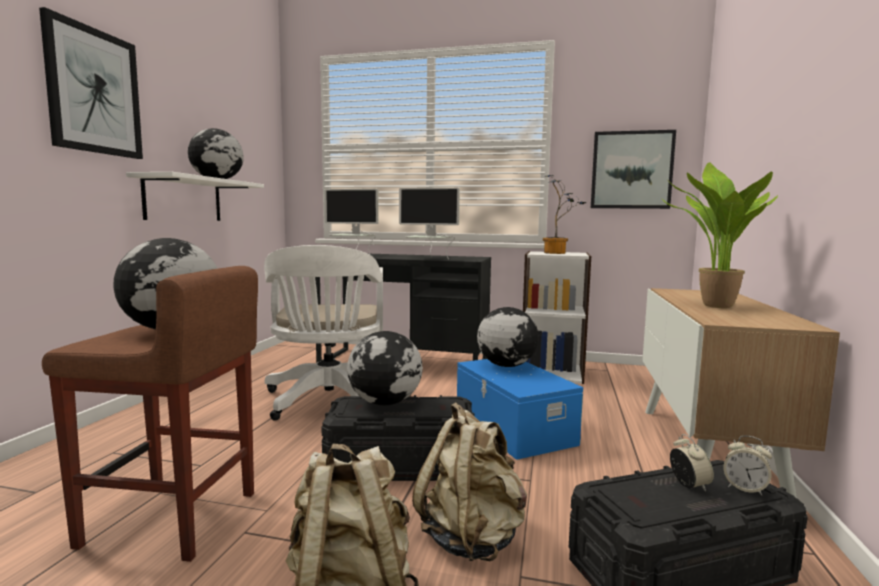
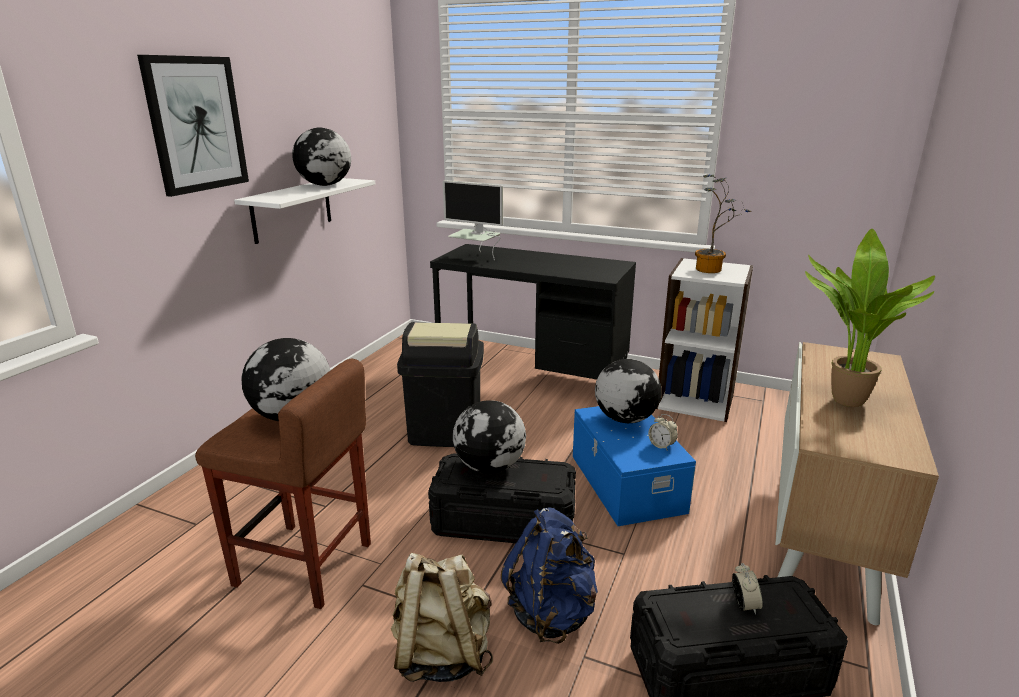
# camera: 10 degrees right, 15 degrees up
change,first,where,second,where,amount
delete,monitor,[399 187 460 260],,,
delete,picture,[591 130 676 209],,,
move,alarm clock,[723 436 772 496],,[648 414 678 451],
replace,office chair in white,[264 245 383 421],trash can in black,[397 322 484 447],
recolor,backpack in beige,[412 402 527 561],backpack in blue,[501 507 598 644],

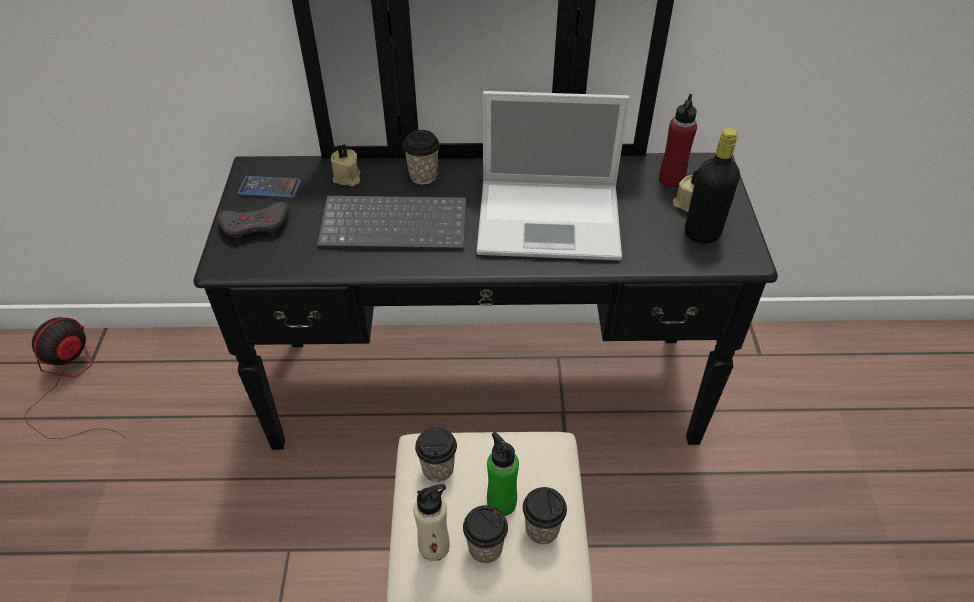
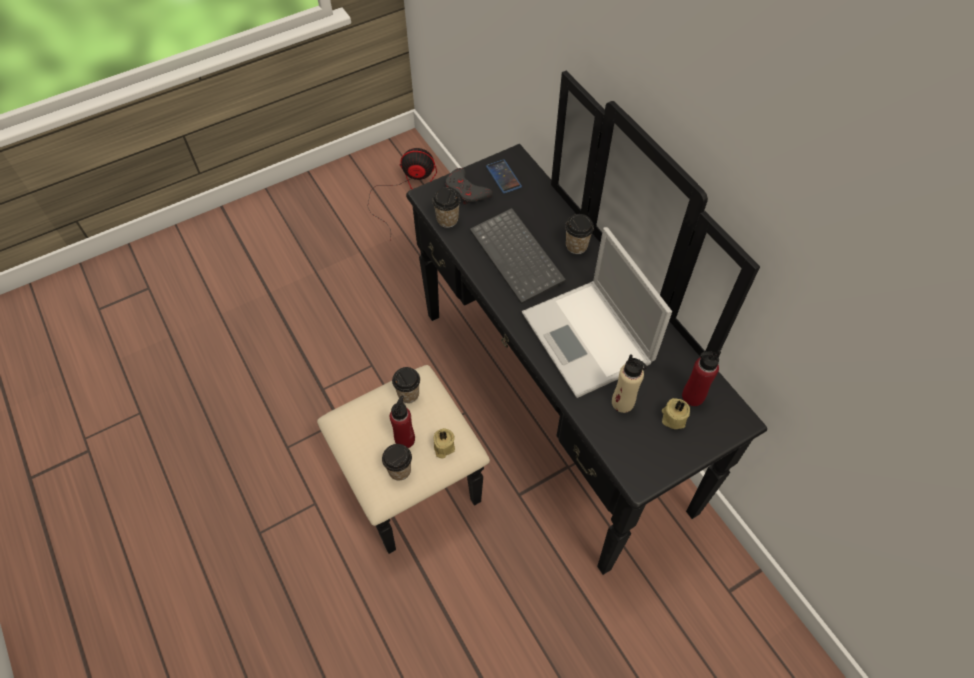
# camera: 60 degrees right, 10 degrees up
change,first,where,second,where,amount
delete,bottle in black,[685 128 740 244],,,
move,candle in beige,[331 144 361 186],,[434 428 455 459],
move,bottle in beige,[413 484 450 561],,[612 354 647 413],
move,cup,[463 505 508 563],,[432 188 461 228],
recolor,bottle in green,[487 432 519 516],bottle in red,[390 396 415 448],

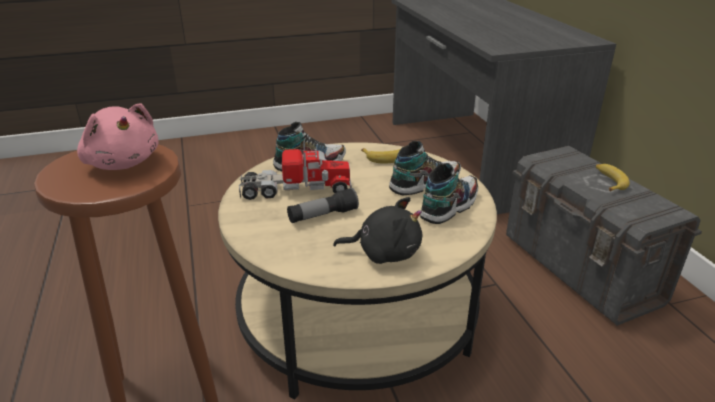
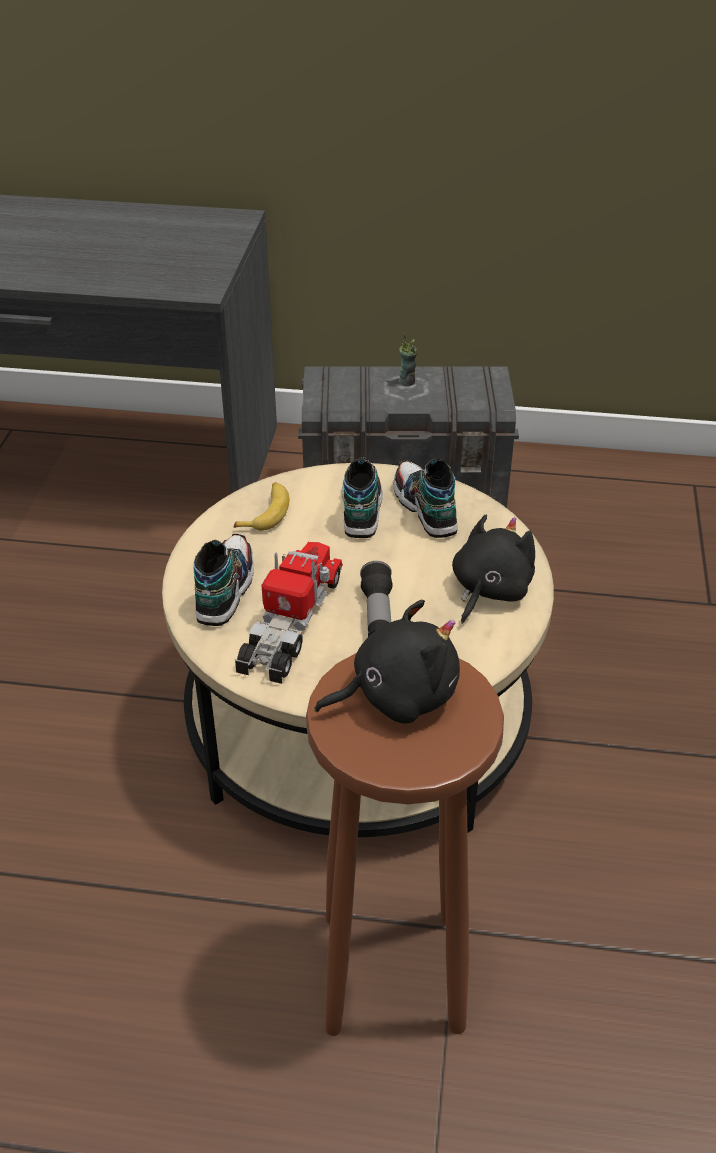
# camera: 65 degrees left, 10 degrees up
change,first,where,second,where,amount
replace,banana,[596 164 630 191],cup,[399 333 417 386],
recolor,plush toy in pink,[77 104 159 170],plush toy in black,[314 600 460 724],

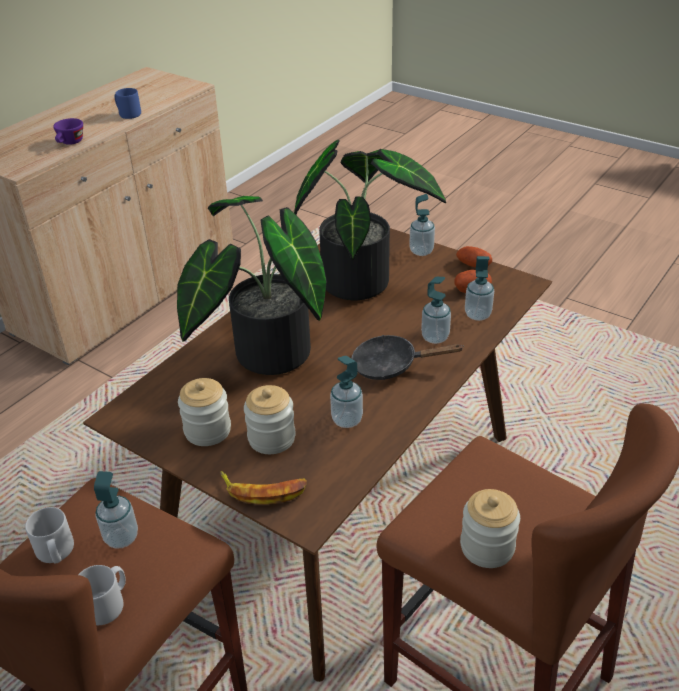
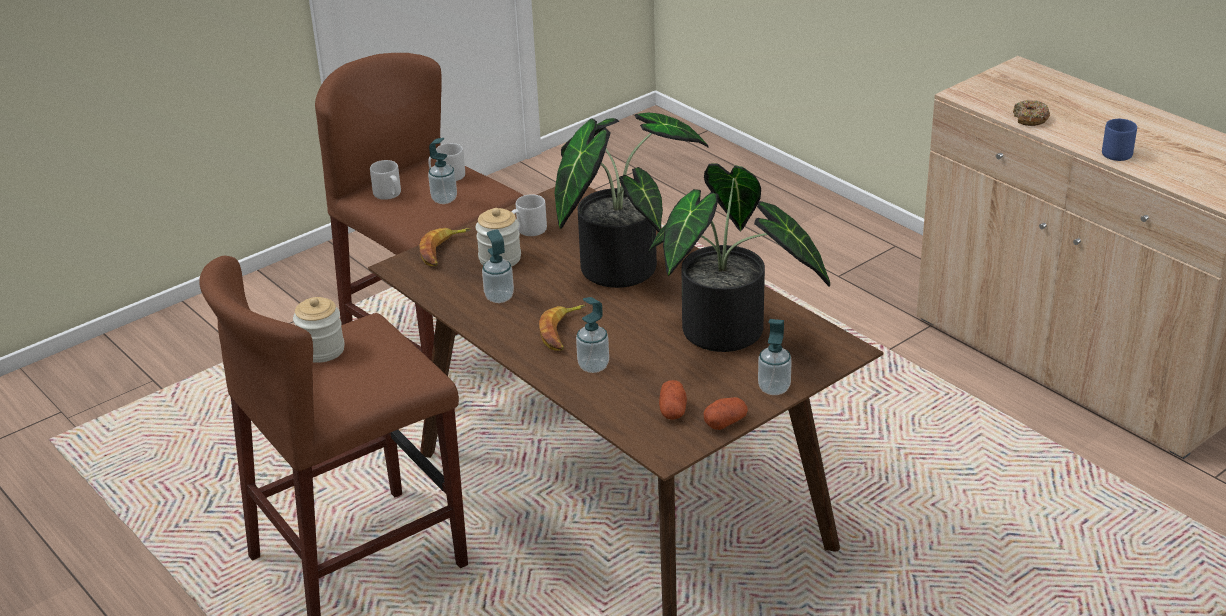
# camera: 105 degrees right, 5 degrees down
change,first,where,second,where,amount
delete,soap dispenser,[465 256 494 321],,,
replace,cup in purple,[53 118 83 145],donut,[1013 100 1050 126],
replace,jar,[178 378 231 446],mug in grey,[511 195 547 236],
replace,frying pan in black,[351 335 464 380],banana,[539 305 586 351],

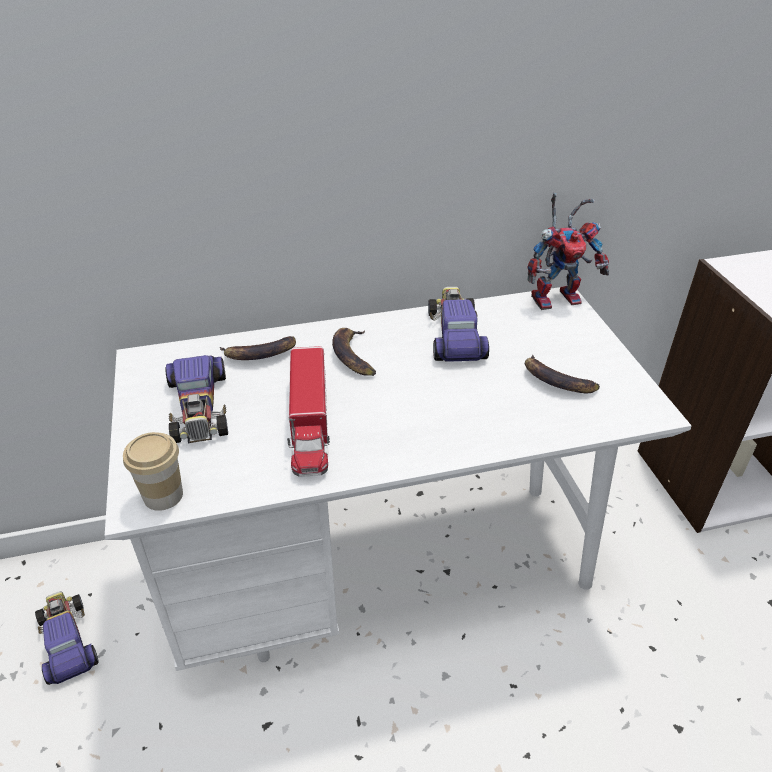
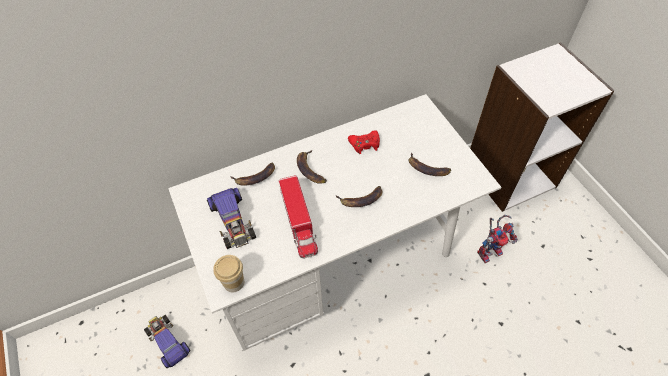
# camera: 10 degrees left, 15 degrees up
change,first,where,second,where,amount
insert,,,banana,[336 186 383 207],
move,toy robot,[527 193 609 310],,[477 215 518 263],
replace,toy car,[428 287 489 362],game controller in red,[348 131 380 154],

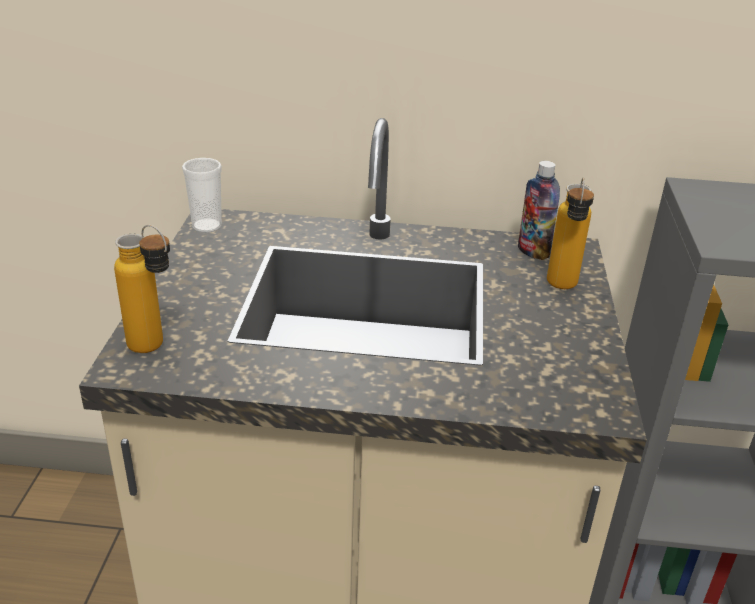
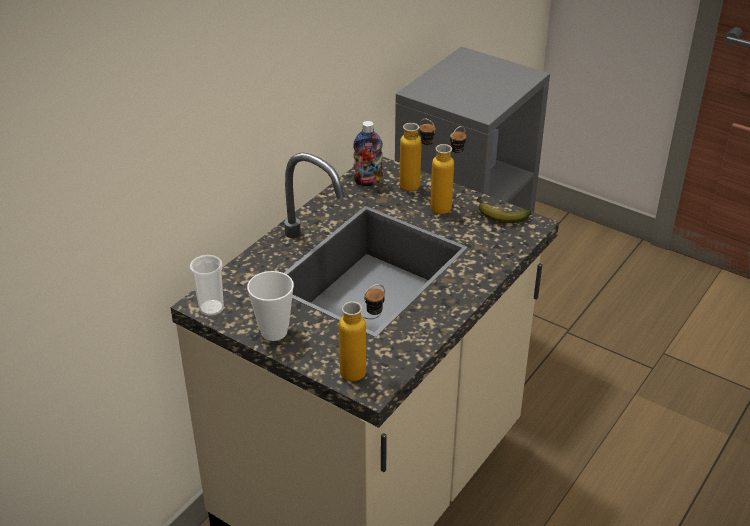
# camera: 60 degrees left, 5 degrees up
change,first,where,second,where,amount
insert,,,cup,[247 271 294 341],
insert,,,bottle,[430 126 466 214],
insert,,,banana,[477 197 531 223],

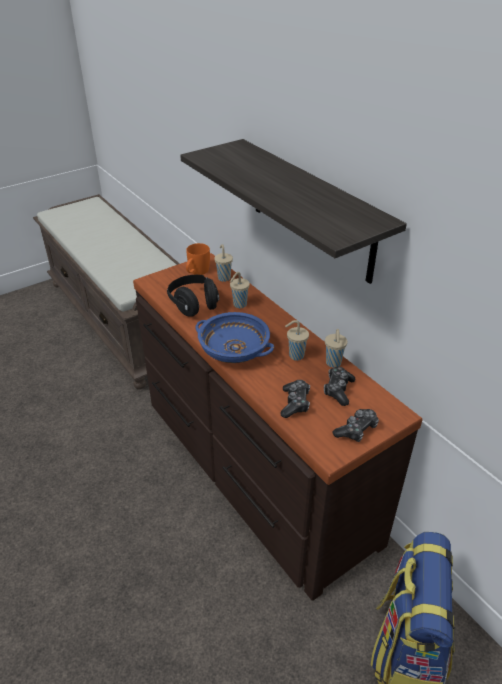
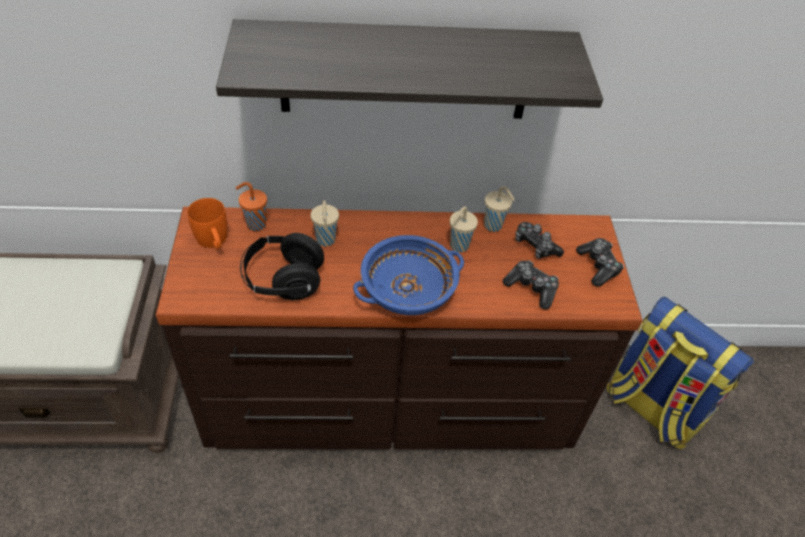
# camera: 60 degrees left, 10 degrees up
change,first,where,second,where,amount
recolor,cup in beige,[214 244 233 282],cup in orange,[236 182 267 231],

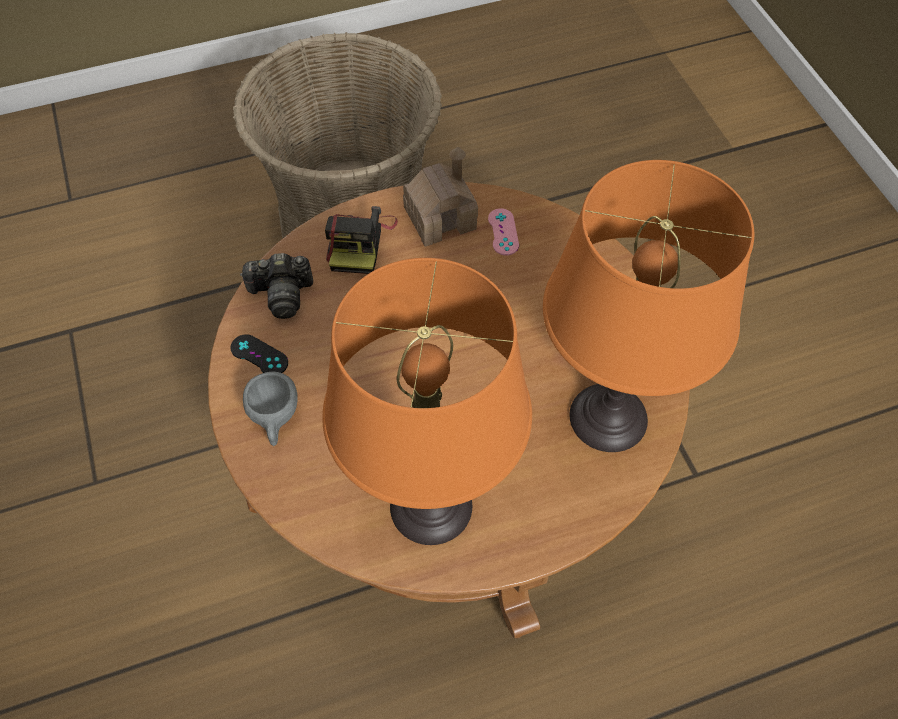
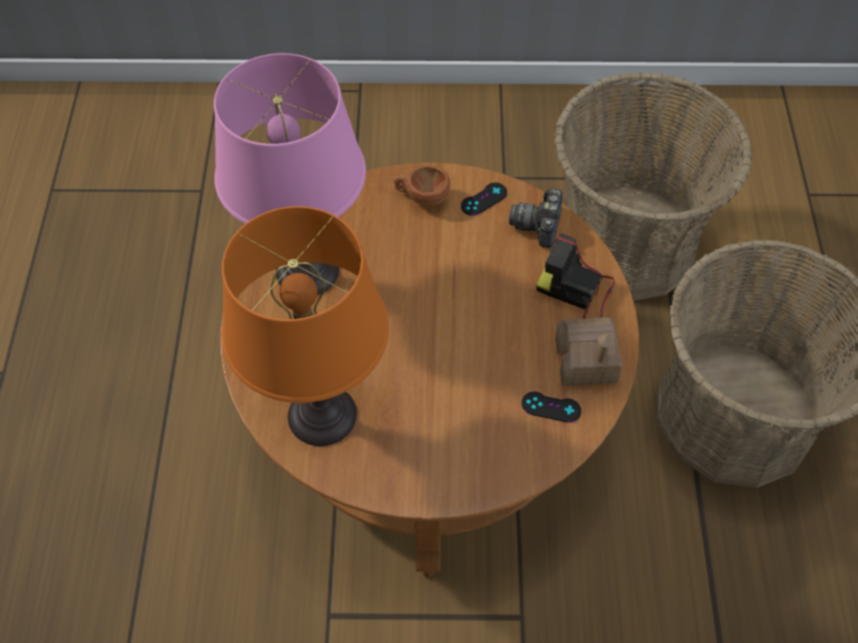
# camera: 110 degrees right, 0 degrees up
change,first,where,second,where,amount
insert,,,basket,[554 72 752 301],
recolor,cup in grey,[243 372 298 446],cup in brown,[394 166 450 207],
recolor,table lamp in orange,[322 258 532 545],table lamp in pink,[214 53 366 295],
recolor,game controller in pink,[488 208 519 256],game controller in black,[522 391 581 423],

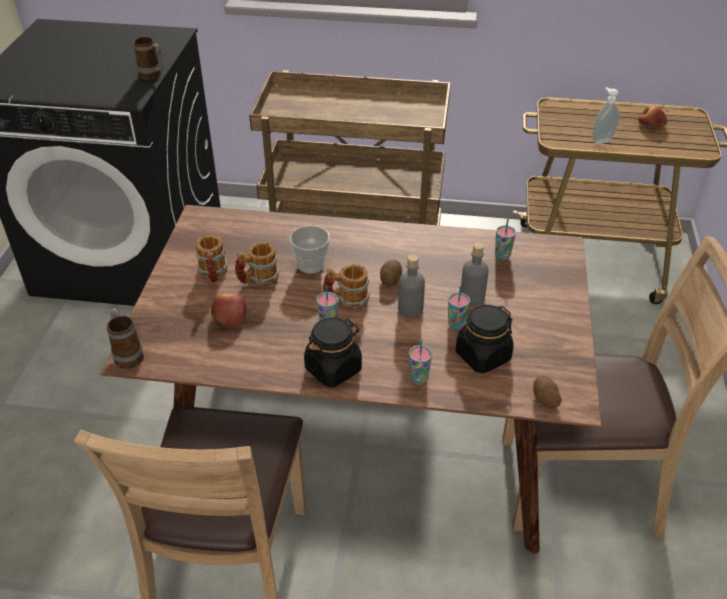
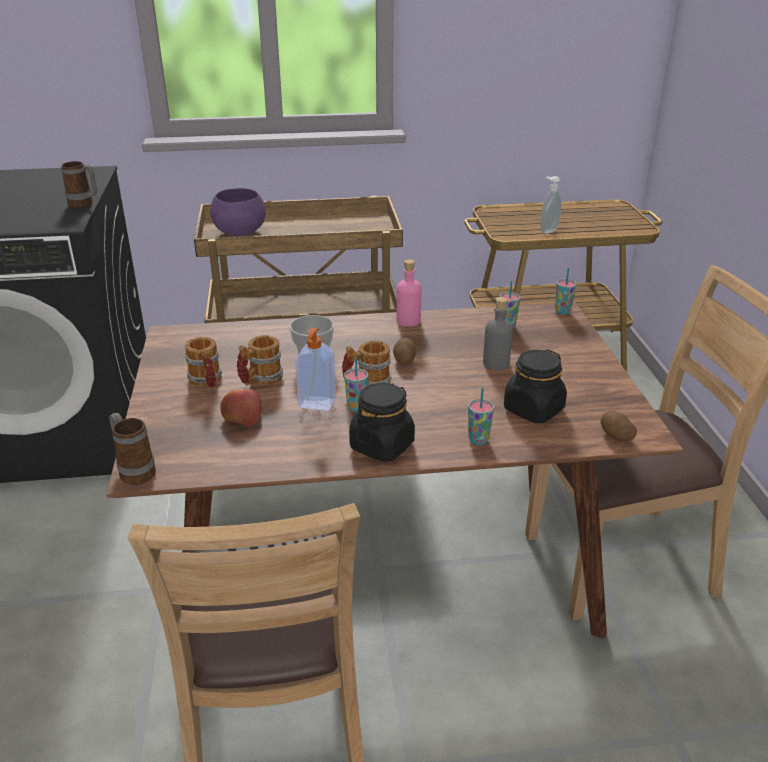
# camera: 15 degrees left, 10 degrees down
change,first,where,second,where,amount
delete,bottle in grey,[398 254 425 318],,,
delete,apple,[638 105 667 127],,,
insert,,,bowl in purple,[210 188 266 236],
insert,,,soap dispenser,[295 328 336 411],
insert,,,bottle in pink,[396 259 421 327],
move,cup,[448 286 470 330],,[555 268 577 315],

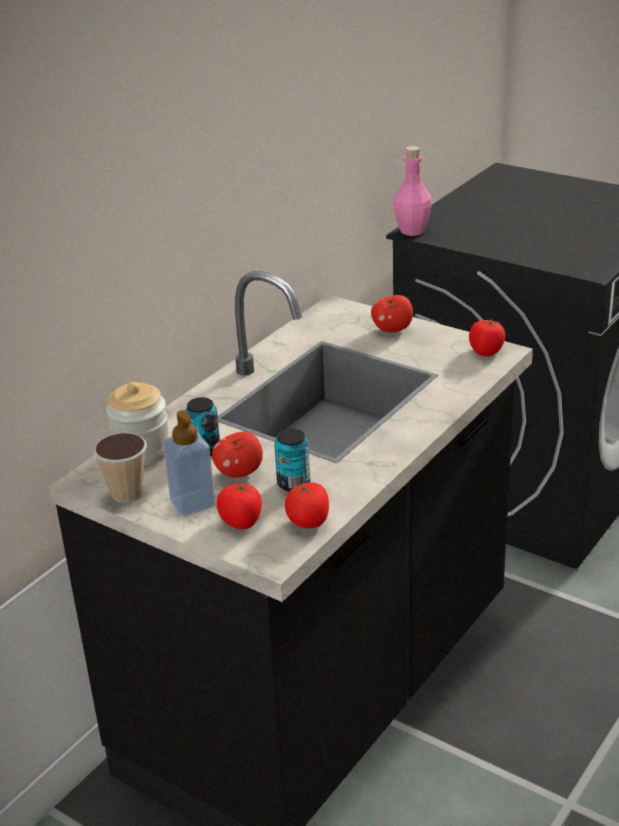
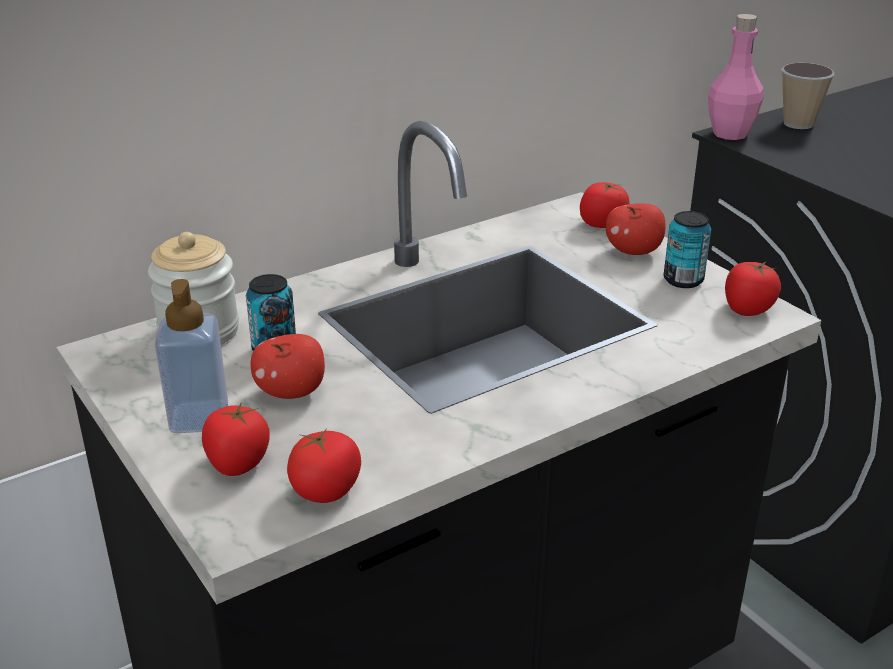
# camera: 20 degrees right, 0 degrees up
change,first,where,second,where,amount
insert,,,tomato,[580 182 630 228],
move,cup,[94 433 146 503],,[782 63 834 129],
move,can,[274 429 310 491],,[664 211 711 288],

